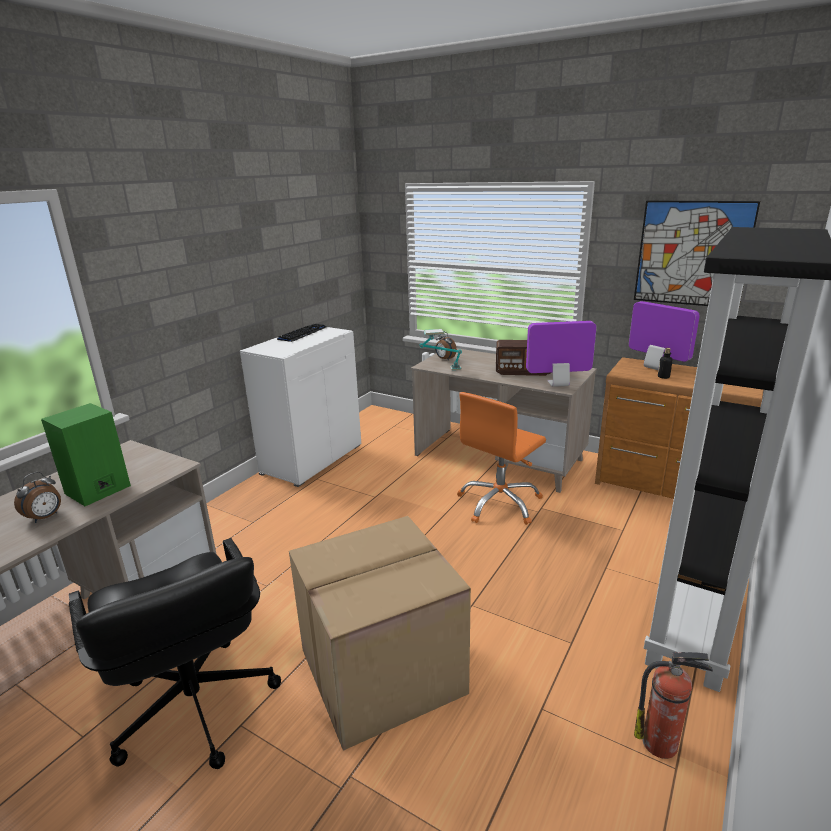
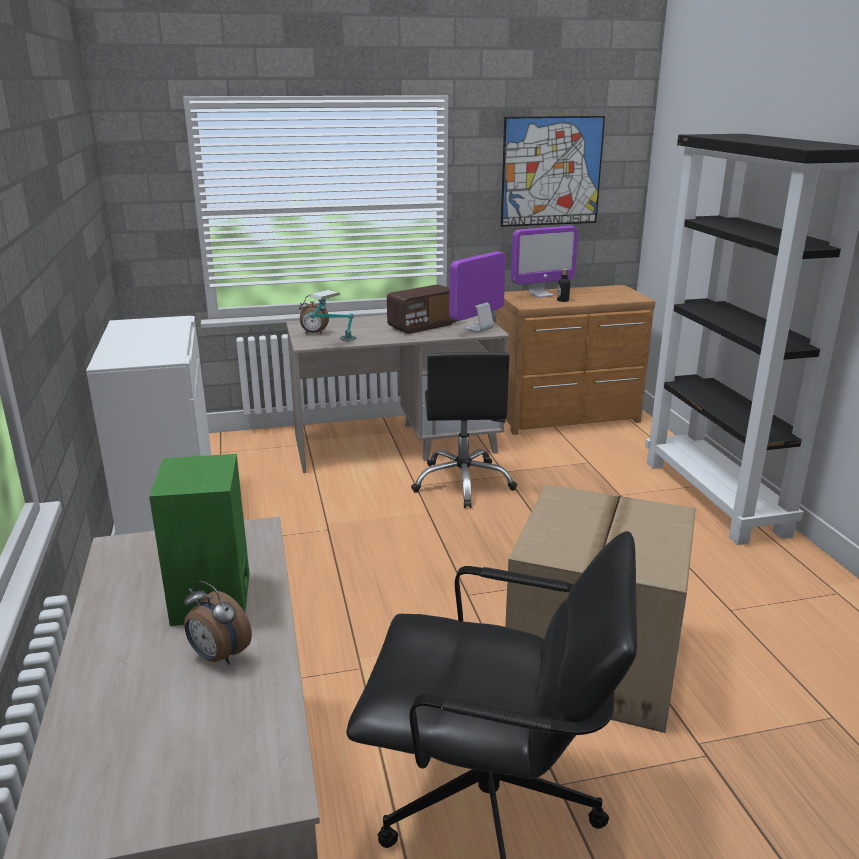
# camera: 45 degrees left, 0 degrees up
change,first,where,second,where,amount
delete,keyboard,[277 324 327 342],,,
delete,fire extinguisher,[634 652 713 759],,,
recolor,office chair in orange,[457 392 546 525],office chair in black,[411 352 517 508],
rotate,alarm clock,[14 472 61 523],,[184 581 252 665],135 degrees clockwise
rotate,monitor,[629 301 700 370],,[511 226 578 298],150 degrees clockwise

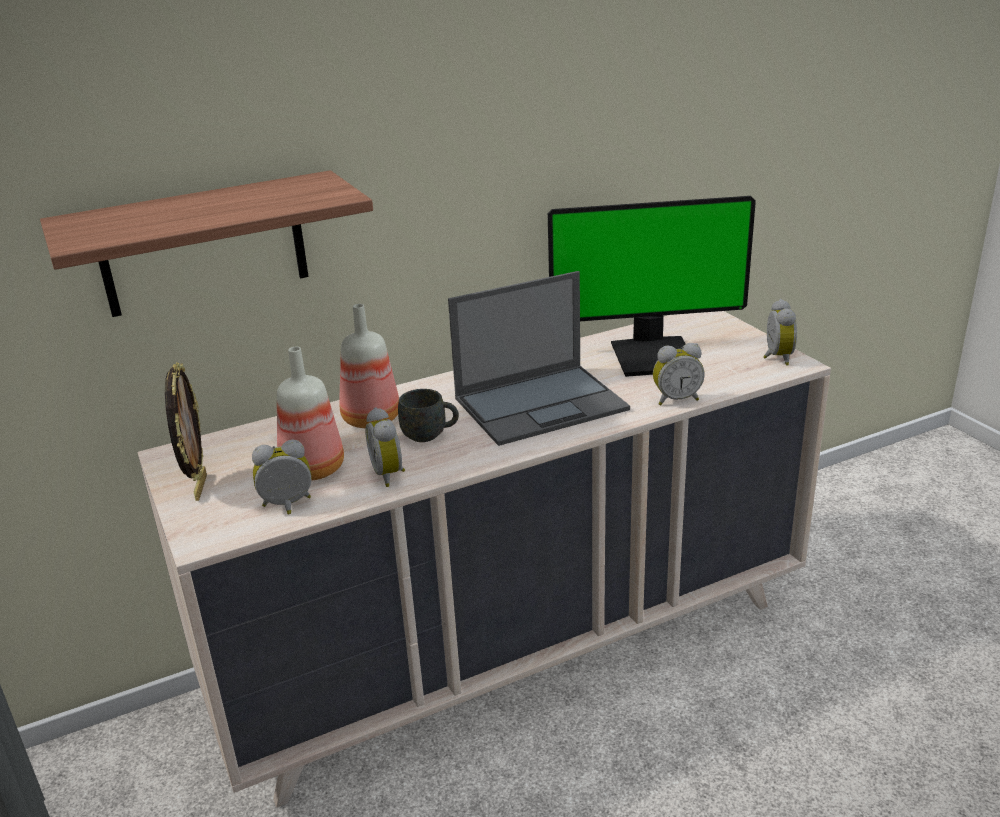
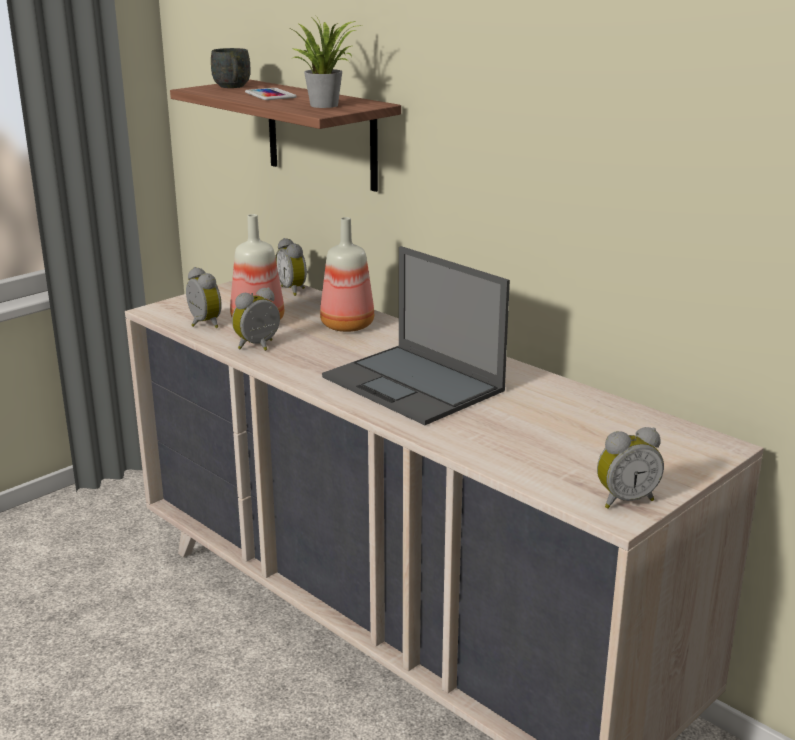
# camera: 70 degrees right, 5 degrees down
change,first,where,second,where,amount
delete,picture frame,[165 362 207 501],,,
delete,monitor,[548 196 756 377],,,
insert,,,phone,[245 88 297 100],
insert,,,potted plant,[290 16 363 108],
move,mug in grey,[398 389 459 442],,[211 48 250 88],
move,alarm clock,[653 343 705 405],,[276 238 307 296],

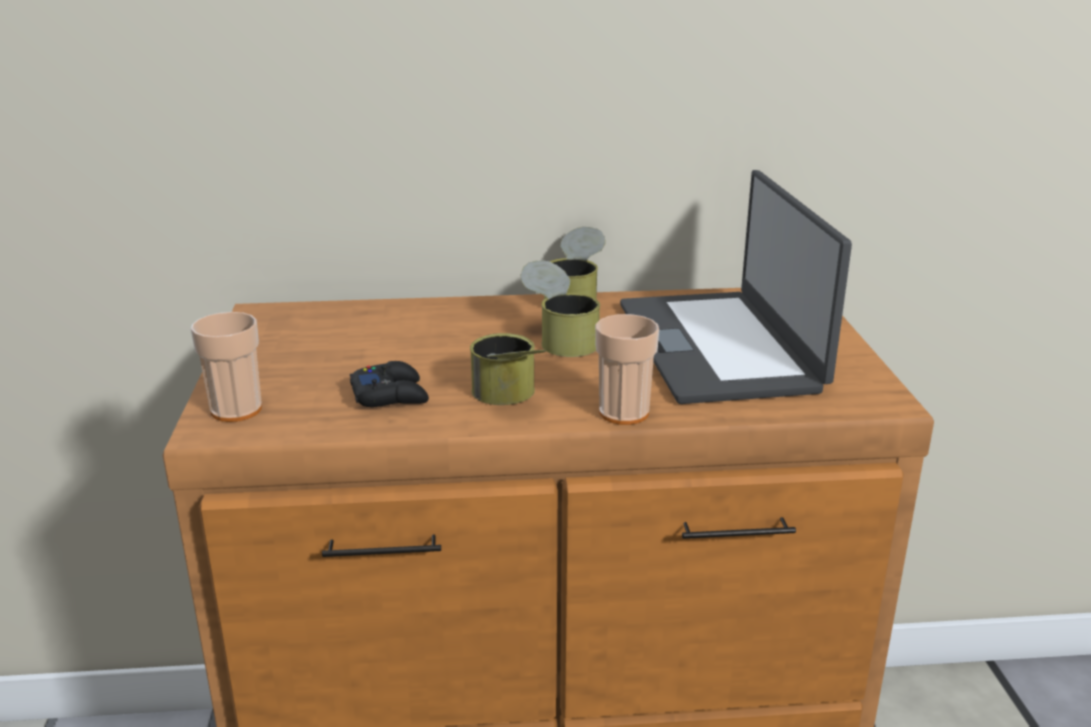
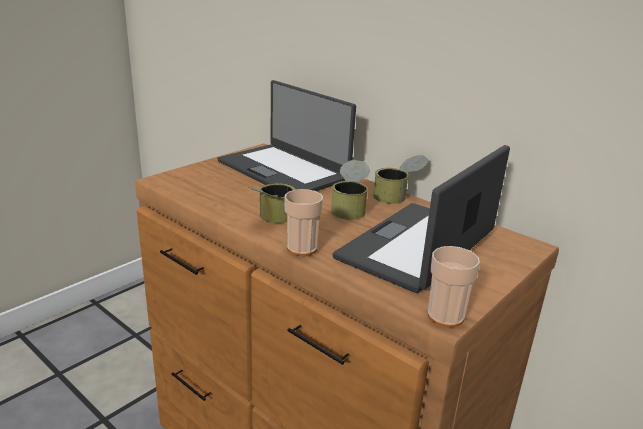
# camera: 45 degrees right, 0 degrees up
change,first,where,second,where,amount
delete,game controller in black,[350 361 429 407],,,
insert,,,laptop,[217 80 356 191],
move,cup,[191 312 262 422],,[428 246 480 328],

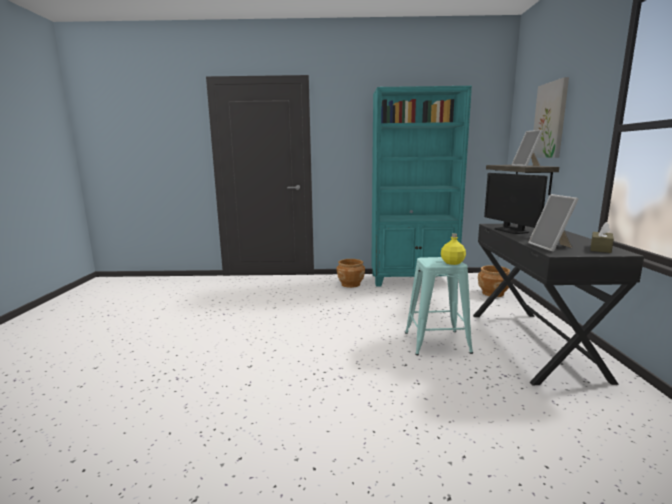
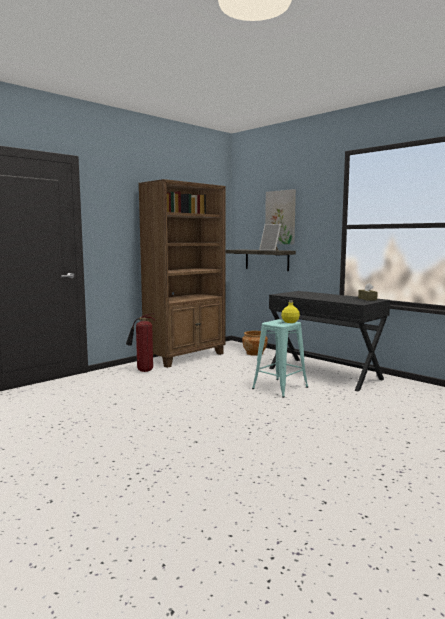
# camera: 45 degrees left, 5 degrees down
change,first,where,second,where,amount
delete,monitor,[484 173 548 234],,,
delete,picture frame,[528 194 579 252],,,
replace,planter in brown,[337 259 365 288],fire extinguisher,[126 314 155 372],
recolor,bookcase in turquoise,[371 86 472 287],bookcase in brown,[138 179 226 368],

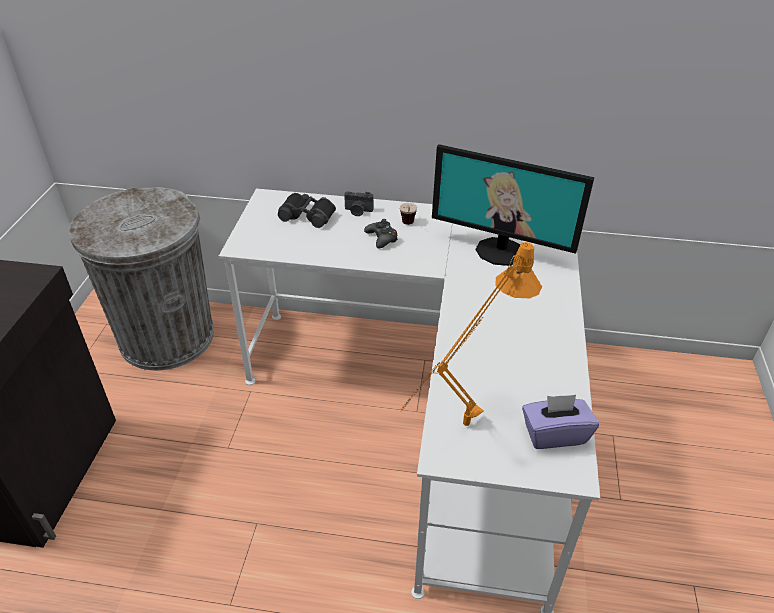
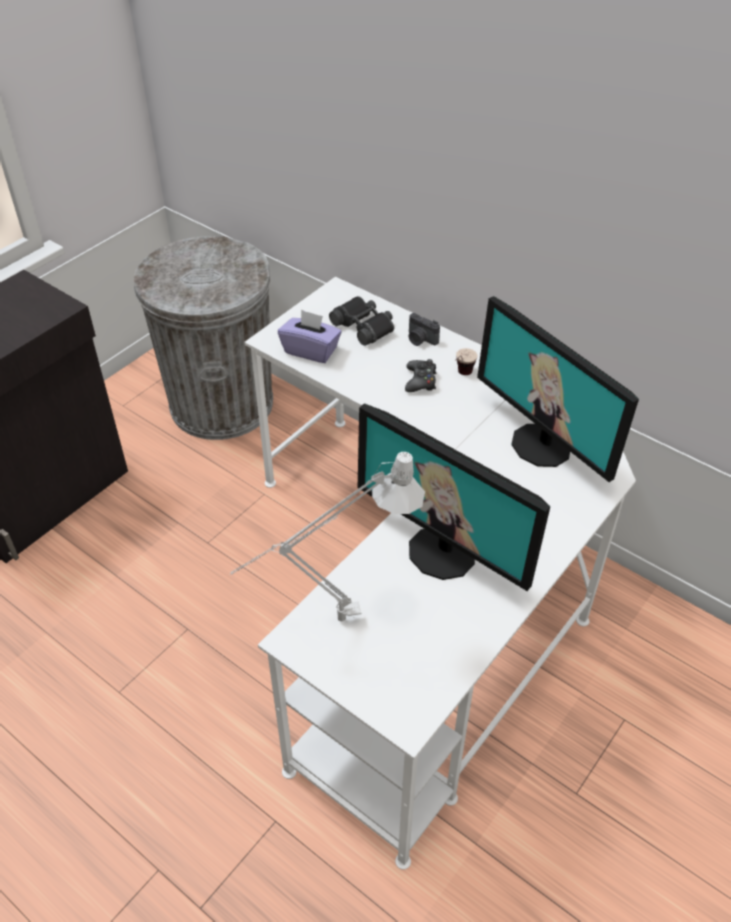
# camera: 30 degrees right, 5 degrees up
change,first,where,second,where,amount
insert,,,monitor,[358 403 550 591],
move,tissue box in purple,[522 395 599 449],,[278 309 342 363],
recolor,table lamp in orange,[401 242 542 426],table lamp in grey,[231 452 425 622],

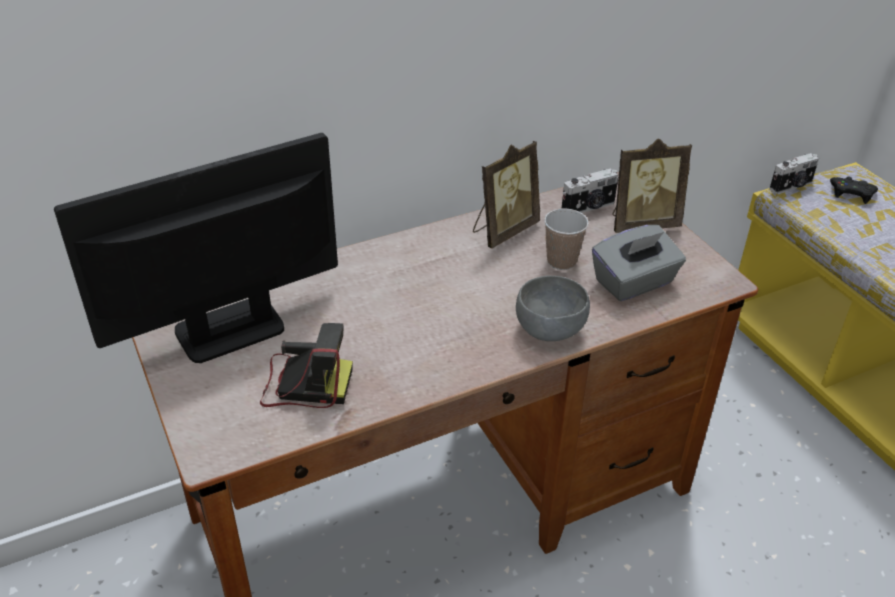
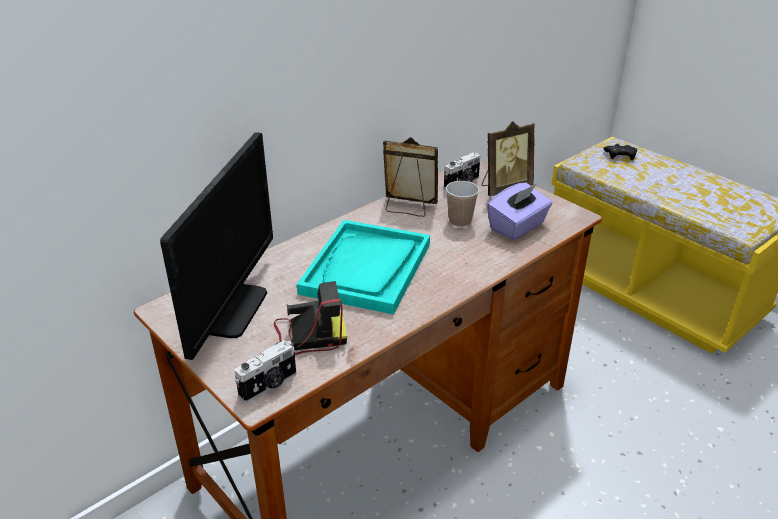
# camera: 15 degrees left, 5 degrees down
change,first,where,second,where,amount
delete,bowl in grey,[516 276 590 341],,,
insert,,,tray in turquoise,[297 220 430 315],
move,photo camera,[769 153 819 194],,[235 340 296 403],
recolor,tissue box in grey,[592 225 686 301],tissue box in purple,[487 183 553 240],
rotate,monitor,[54 133 338 363],,[160 132 273 360],150 degrees clockwise
rotate,picture frame,[473 141 540 248],,[383 137 438 217],105 degrees counterclockwise

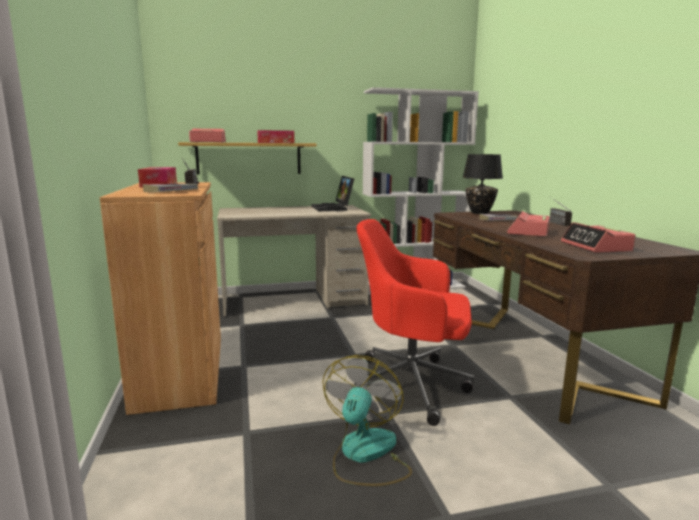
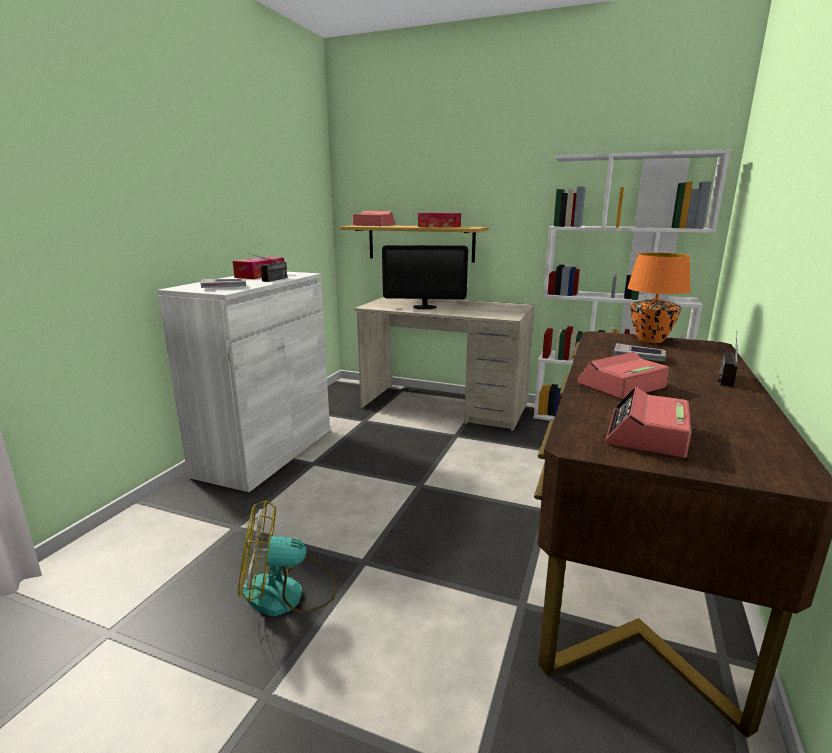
# camera: 35 degrees right, 5 degrees up
change,first,where,second,where,amount
delete,laptop,[312 176 354 211],,,
delete,office chair in red,[354 219 474 426],,,
insert,,,monitor,[382 245 468 309],
recolor,cabinet in brown,[100 182 221 415],cabinet in white,[158 272 330 492],
recolor,table lamp in black,[462 154 503 214],table lamp in orange,[627 253 691 343],
rotate,fan,[322 355 412 486],,[238 500 336 616],150 degrees counterclockwise

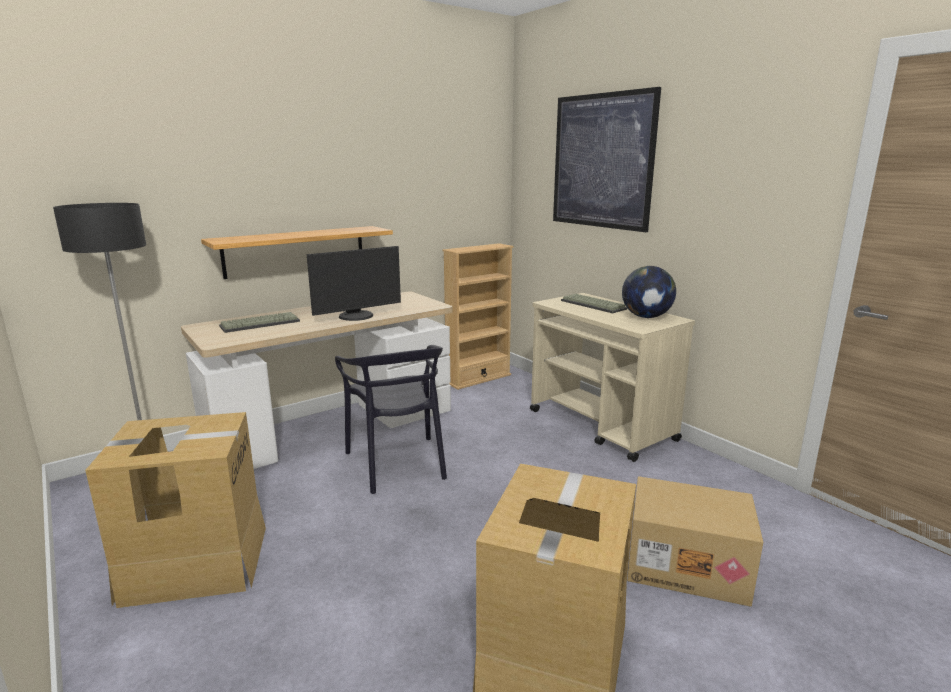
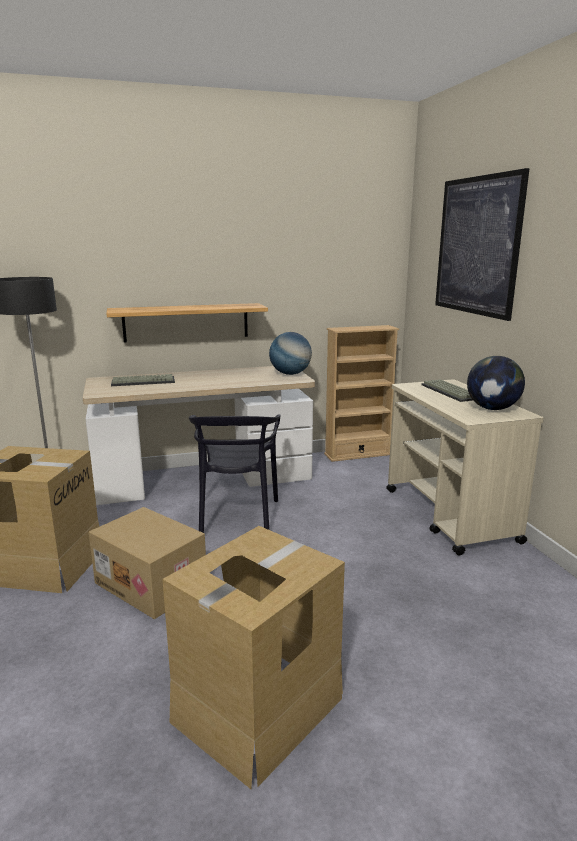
# camera: 20 degrees right, 0 degrees up
change,first,where,second,where,amount
delete,monitor,[307 246 401 321],,,
insert,,,globe,[269 332 312 375],
move,cardboard box,[627 476 763 607],,[89 507 206 619],

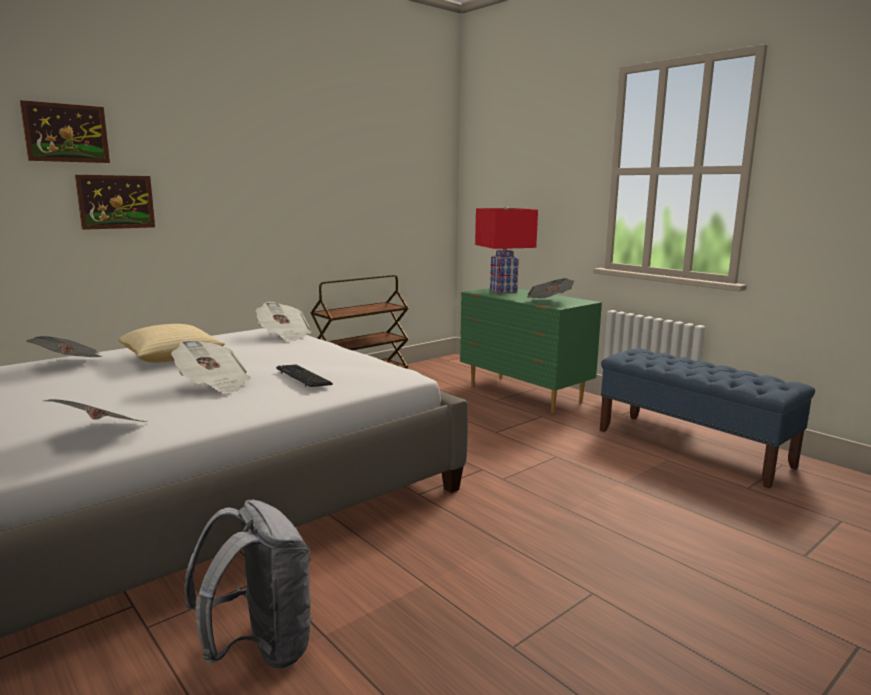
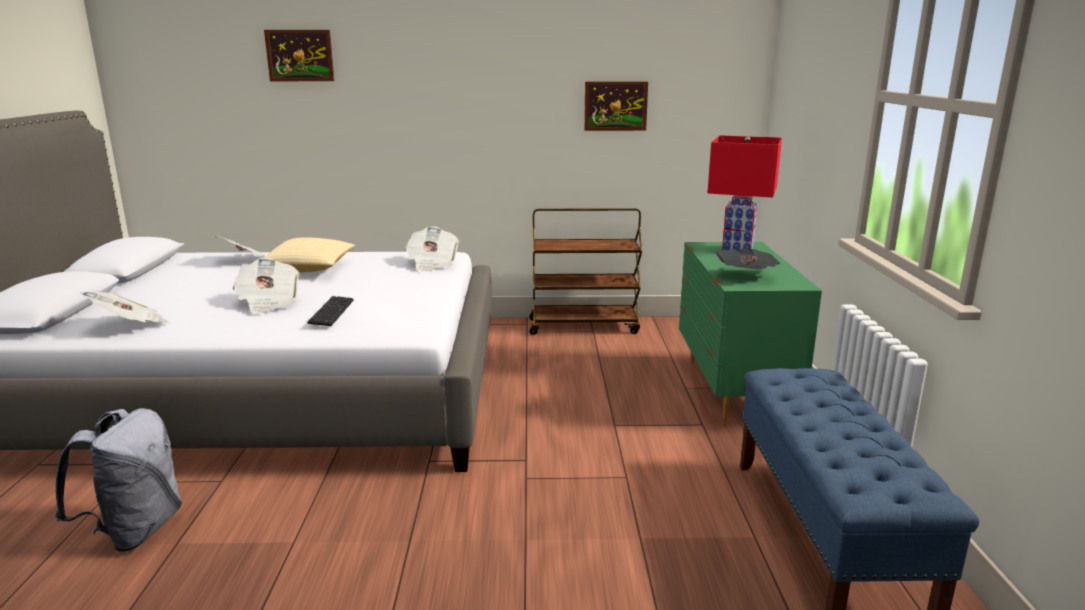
# camera: 40 degrees right, 5 degrees up
change,first,where,second,where,amount
move,picture,[75 175 155 230],,[584 82 648 131],

